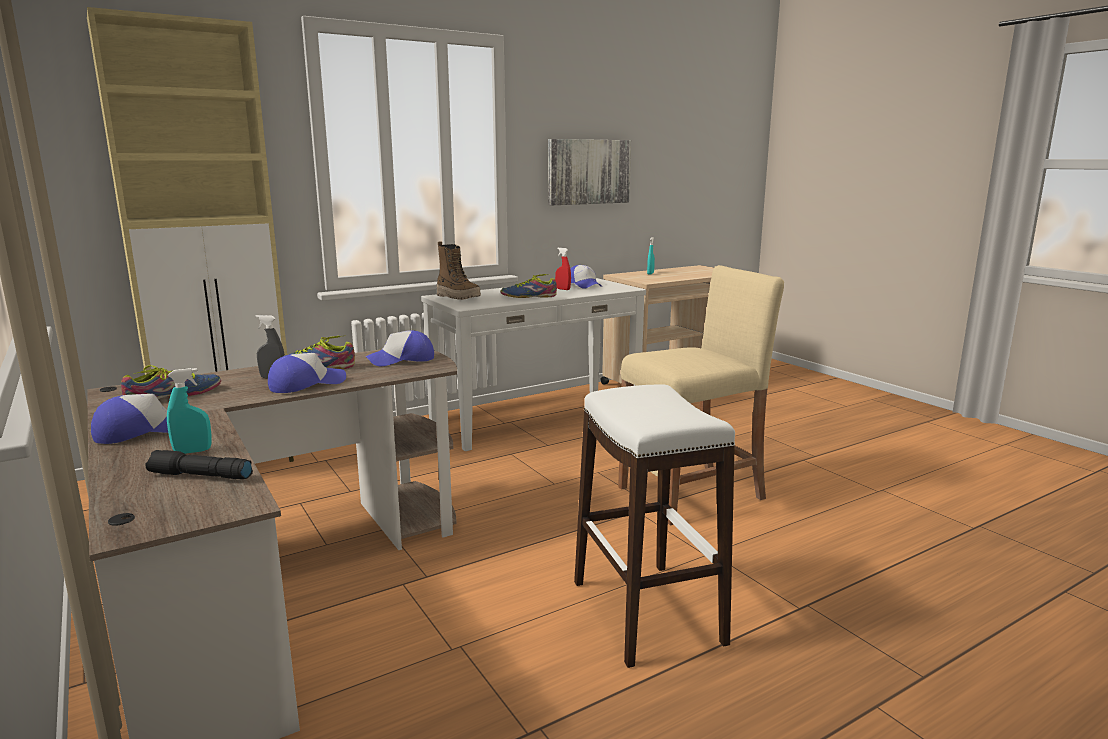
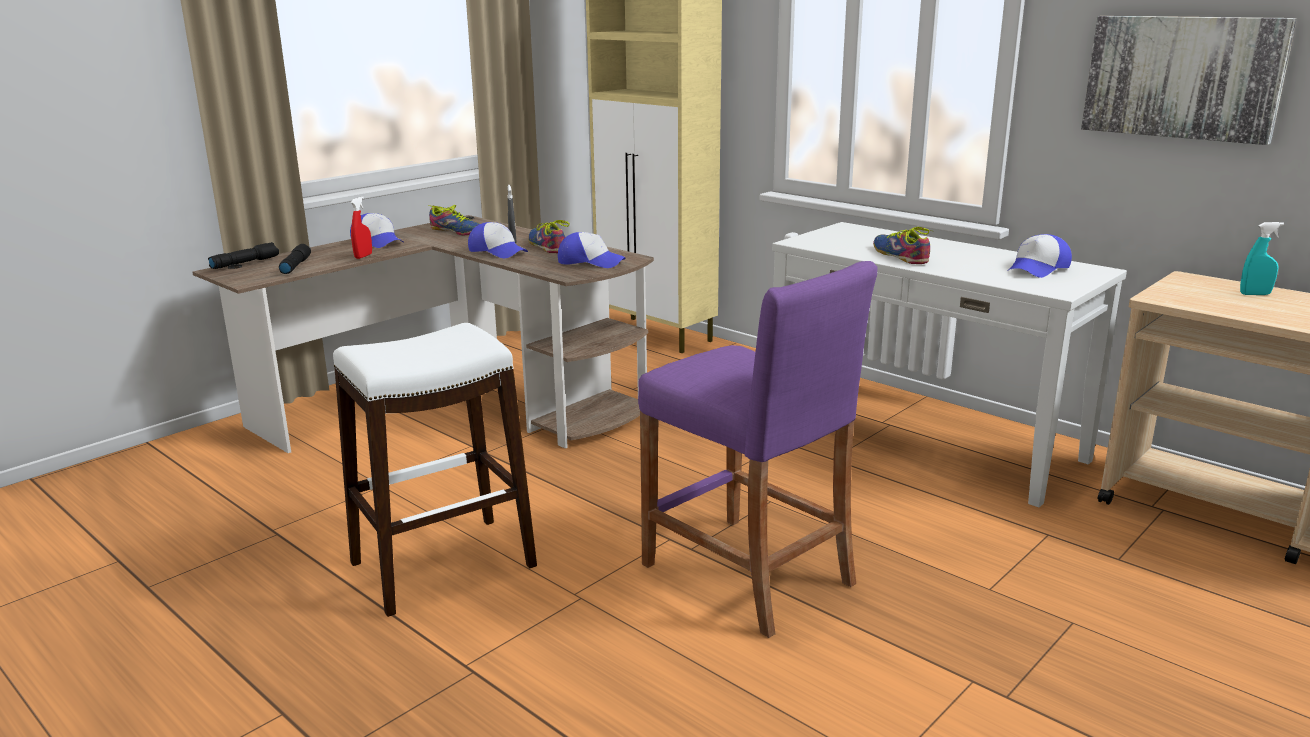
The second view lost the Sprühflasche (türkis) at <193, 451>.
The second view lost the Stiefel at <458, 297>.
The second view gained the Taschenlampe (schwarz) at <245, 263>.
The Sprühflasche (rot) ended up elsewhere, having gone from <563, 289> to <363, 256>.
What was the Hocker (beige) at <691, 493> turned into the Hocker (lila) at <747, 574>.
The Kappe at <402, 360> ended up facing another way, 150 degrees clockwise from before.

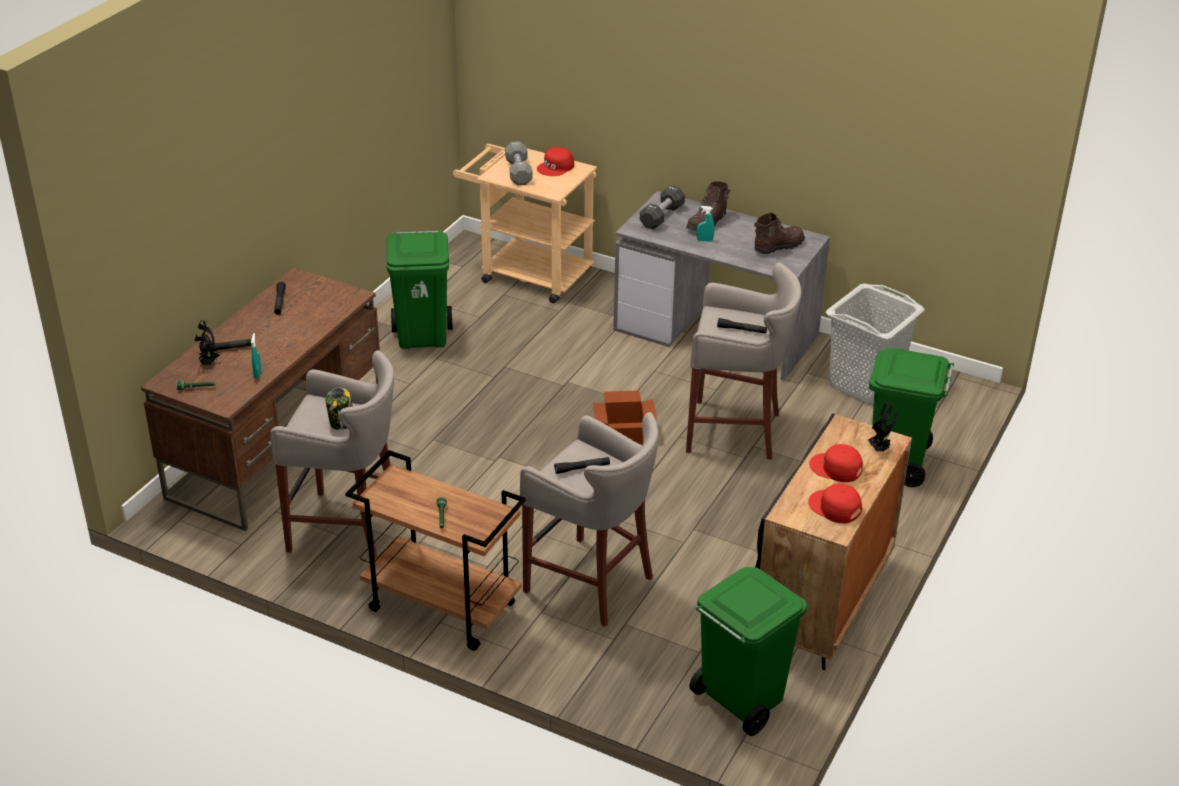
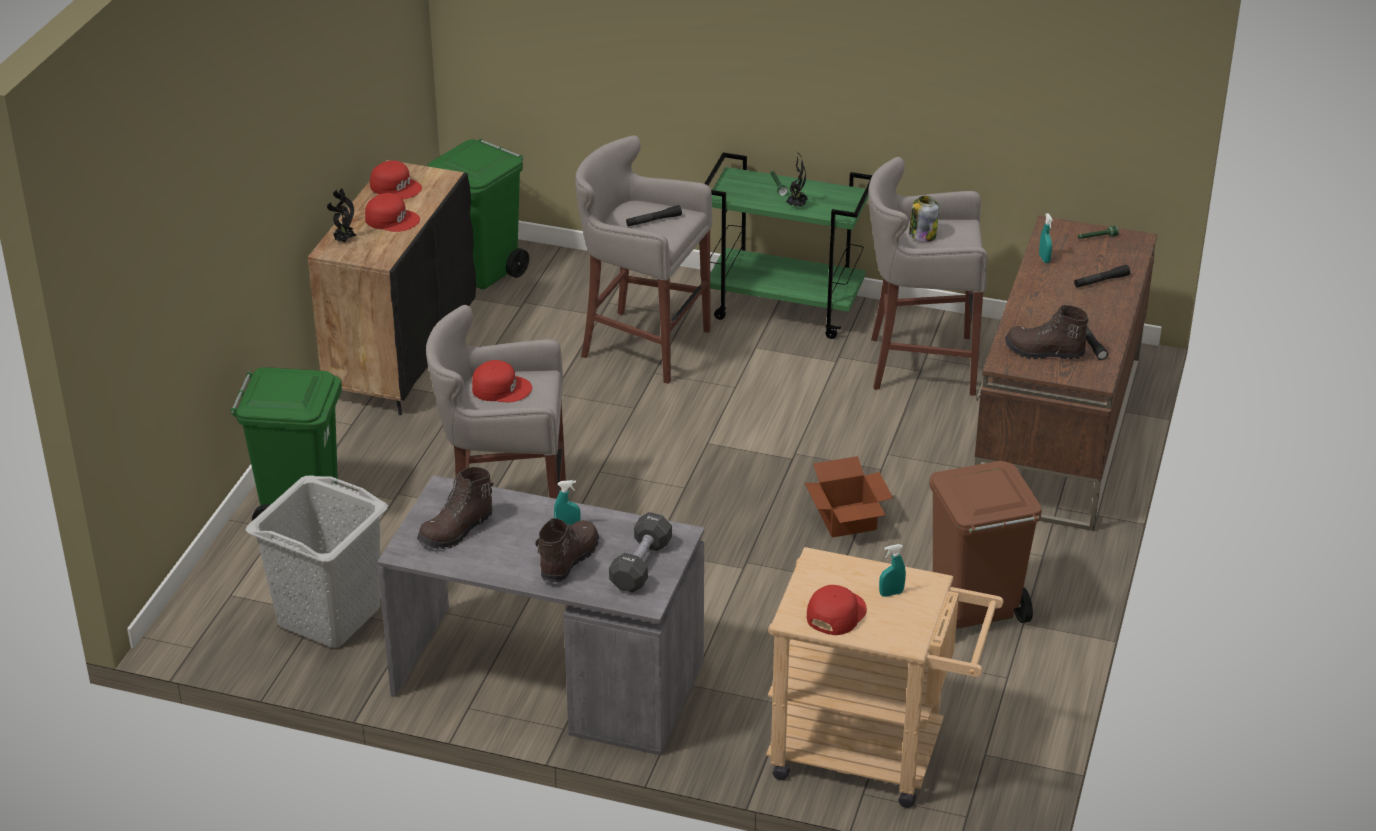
The second view gained the Stiefel (braun) at <1044, 352>.
The Topfpflanze ended up elsewhere, having gone from <208, 364> to <797, 205>.
The Karton ended up elsewhere, having gone from <624, 433> to <846, 521>.
Where the Hantel (grau) stood at <518, 172>, the Sprühflasche (türkis) came to stand at <891, 593>.
Where the Taschenlampe (schwarz) stood at <741, 330>, the Kappe (rot) came to stand at <501, 388>.
What was the Rollwagen (braun) at <440, 607> turned into the Rollwagen (grün) at <786, 308>.
What was the Mülleimer (grün) at <423, 336> turned into the Mülleimer (braun) at <973, 612>.

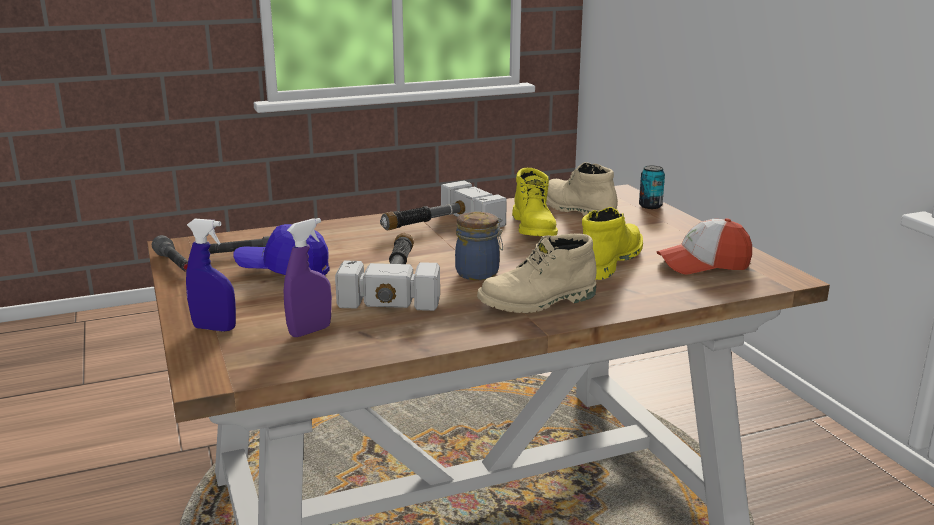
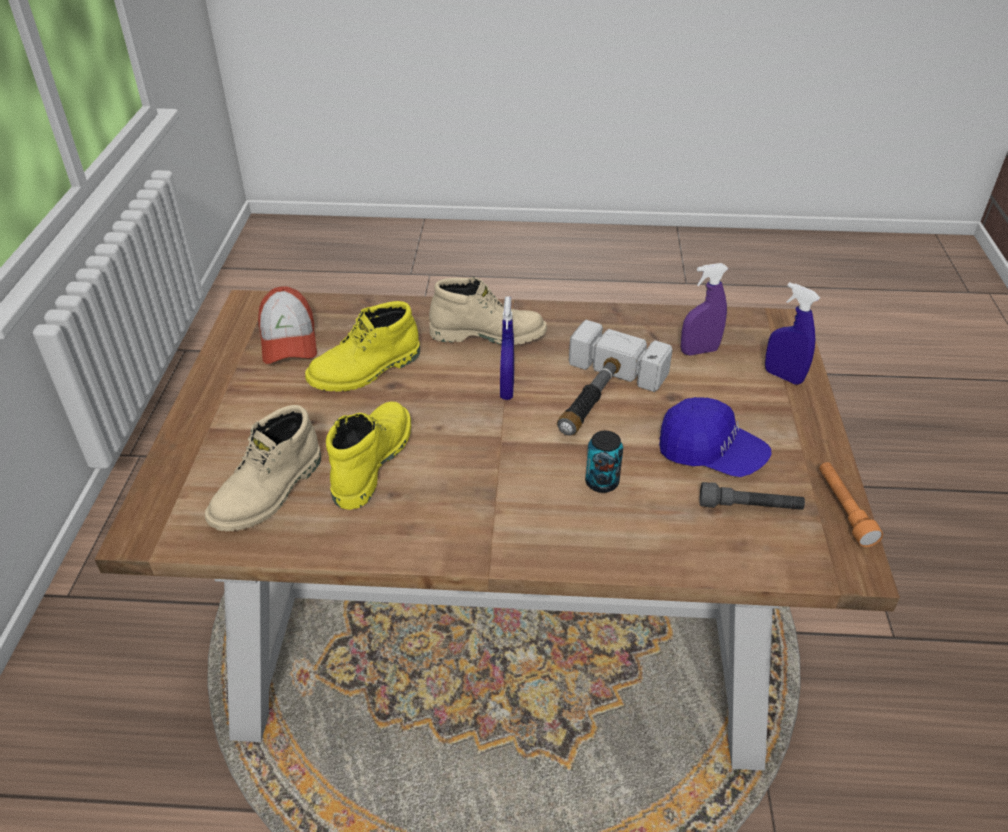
The second view lost the Hammer at <437, 226>.
The Dose ended up elsewhere, having gone from <650, 206> to <602, 482>.
Where the Vorratsglas stood at <479, 273>, the Sprühflasche (blau) came to stand at <507, 389>.
What was the Taschenlampe (grau) at <174, 264> turned into the Taschenlampe (orange) at <843, 509>.
The Stiefel (beige) at <577, 210> ended up facing another way, 45 degrees clockwise from before.
The Kappe at <703, 264> ended up facing another way, 60 degrees clockwise from before.

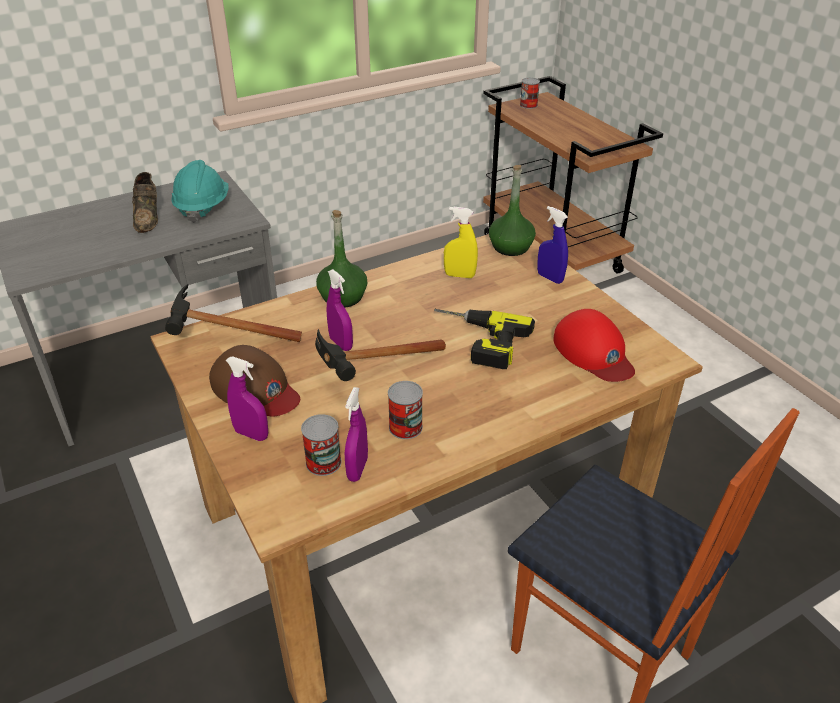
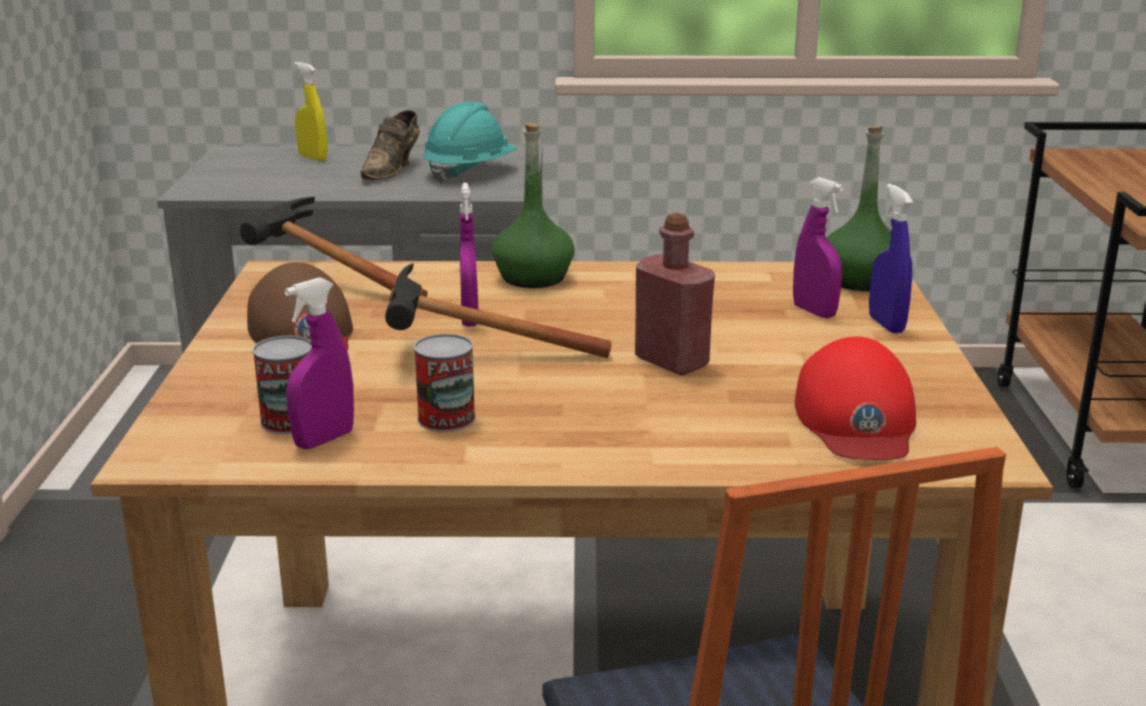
The second view lost the Dose at <528, 105>.
The Sprühflasche (lila) ended up elsewhere, having gone from <251, 434> to <814, 312>.
The Sprühflasche (gelb) ended up elsewhere, having gone from <459, 275> to <313, 157>.
Where the Bohrmaschine stood at <476, 341>, the Flasche (rot) came to stand at <671, 361>.

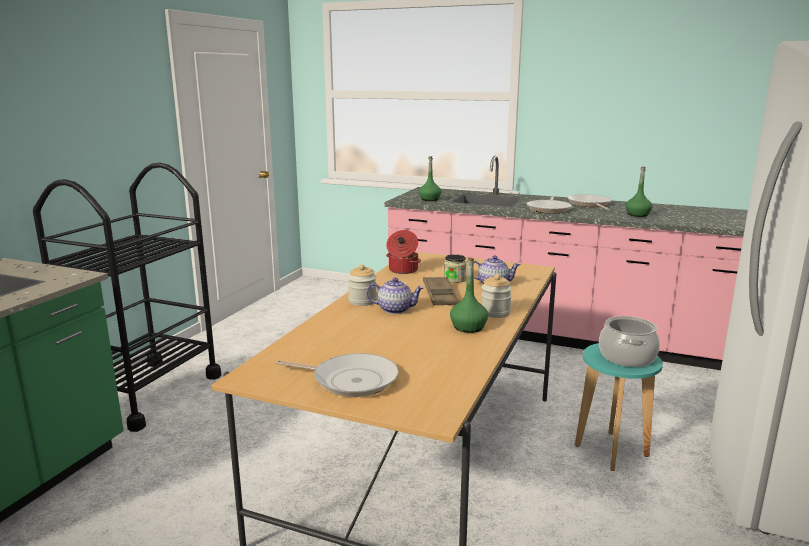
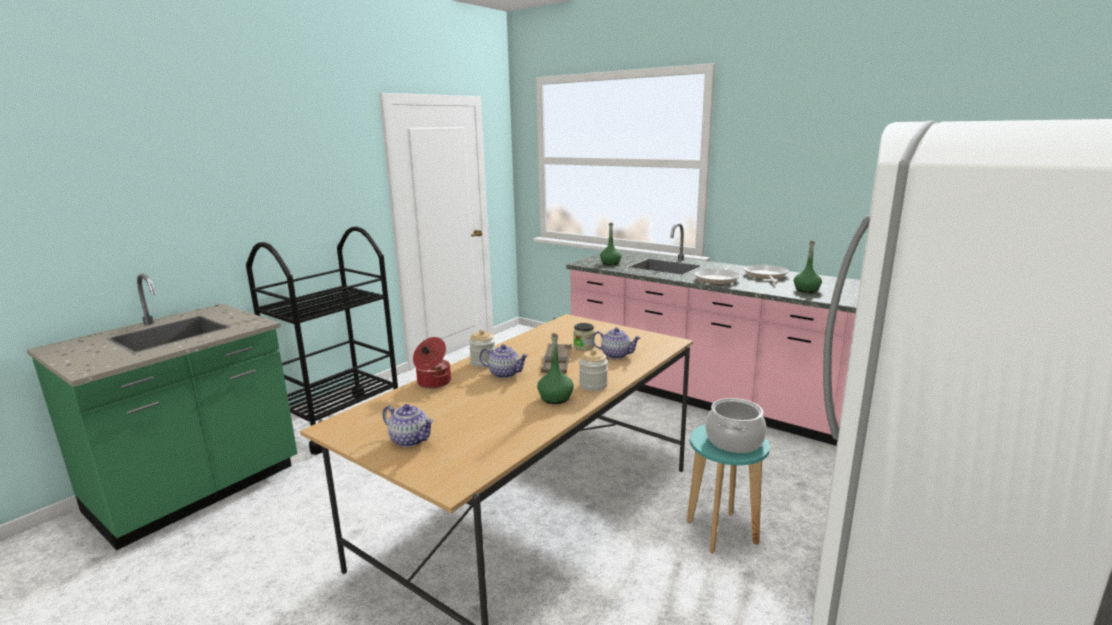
The Kochtopf ended up elsewhere, having gone from <402, 270> to <433, 383>.
Where the Pfanne stood at <351, 380>, the Teekanne came to stand at <411, 440>.

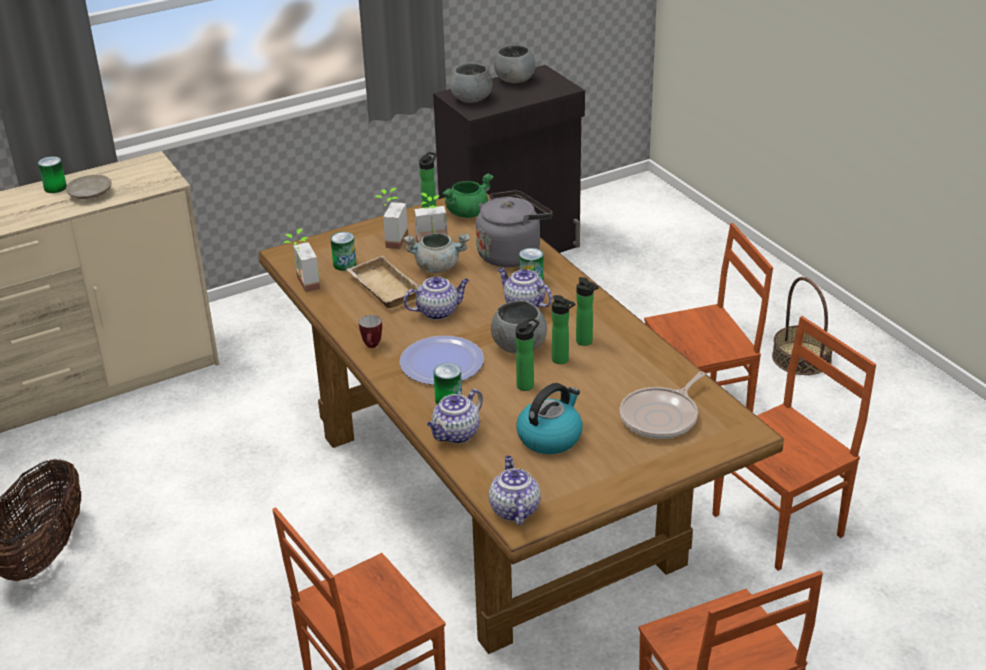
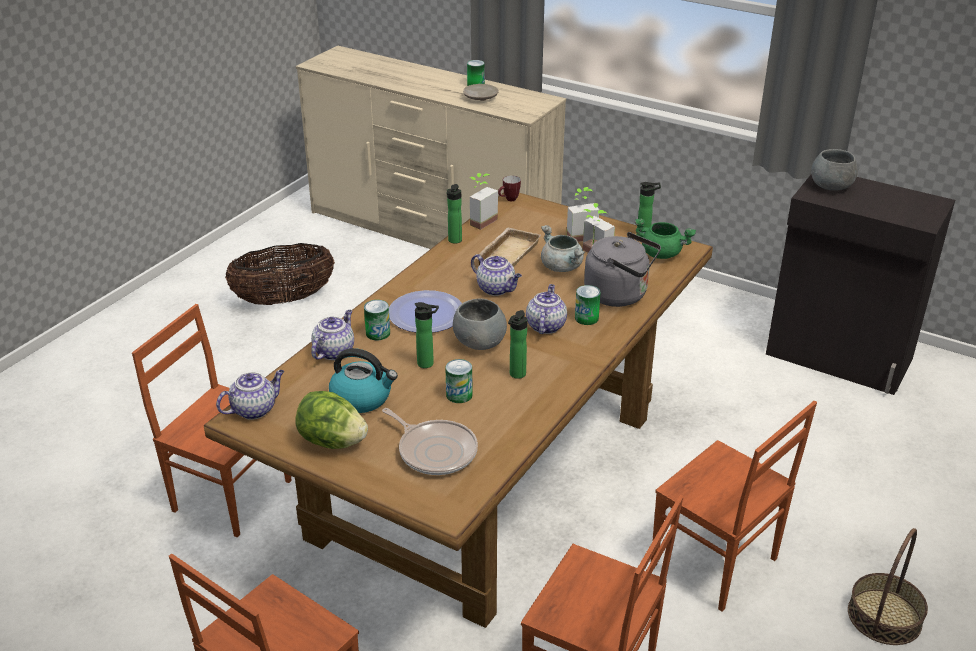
The second view lost the Schüssel (grau) at <514, 80>.
The second view gained the Salatkopf at <332, 442>.
The Dose ended up elsewhere, having gone from <344, 264> to <459, 395>.
The Henkelbecher ended up elsewhere, having gone from <372, 346> to <509, 200>.
The Flasche ended up elsewhere, having gone from <562, 360> to <454, 241>.
The Teekanne at <456, 435> ended up facing another way, 105 degrees clockwise from before.
The Pfanne at <661, 417> ended up facing another way, 150 degrees counterclockwise from before.

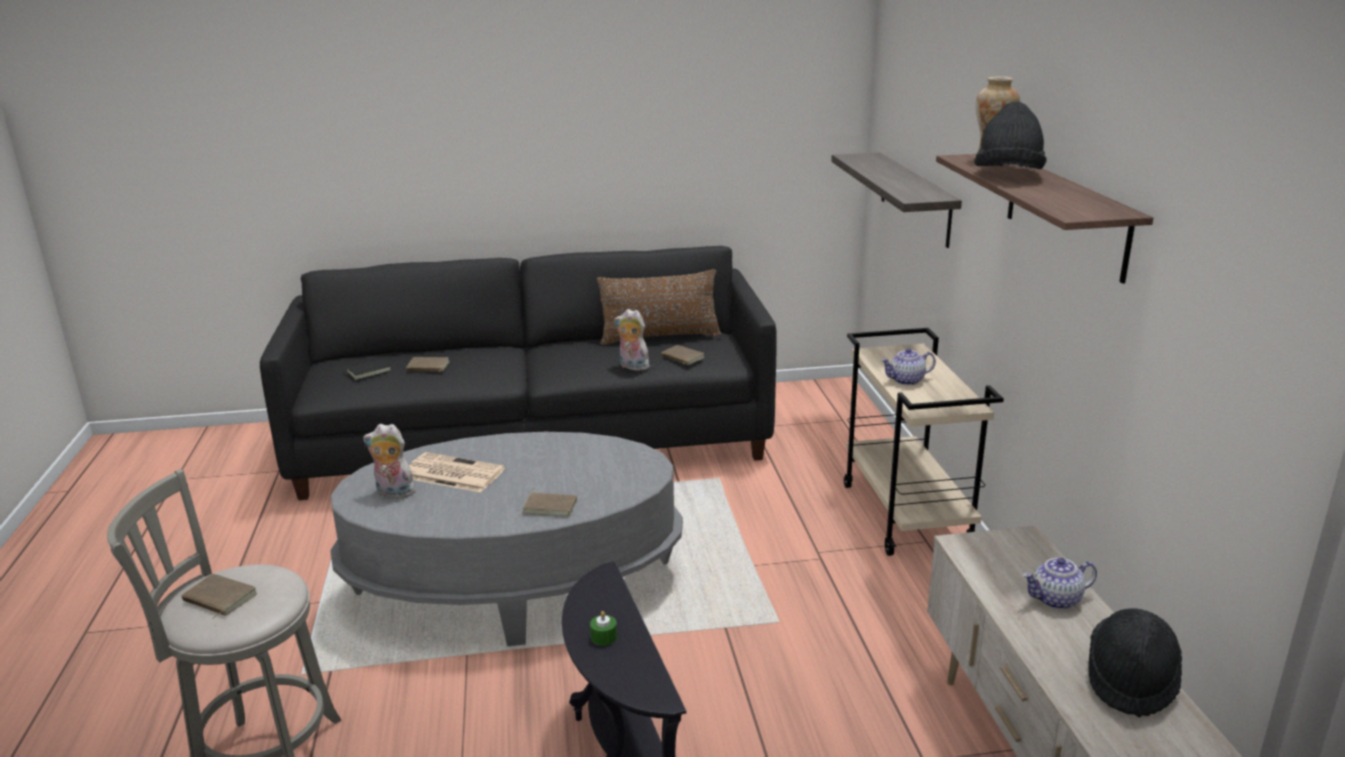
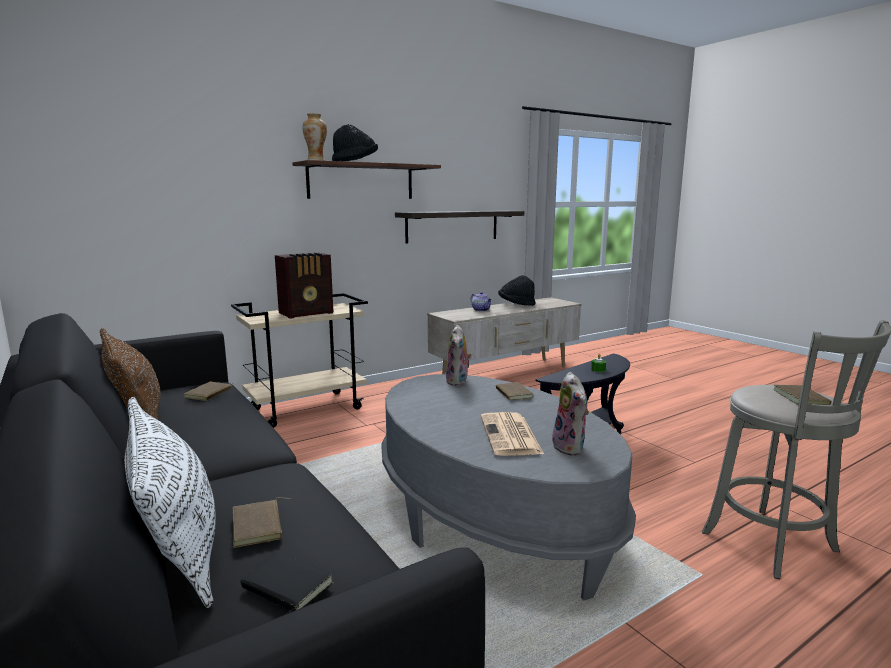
The second view gained the Kissen (weiß) at <176, 542>.
The Plüschtier ended up elsewhere, having gone from <632, 367> to <458, 382>.
The Wandregal ended up elsewhere, having gone from <915, 198> to <452, 226>.
Where the Teekanne stood at <906, 380>, the Radio came to stand at <307, 313>.

